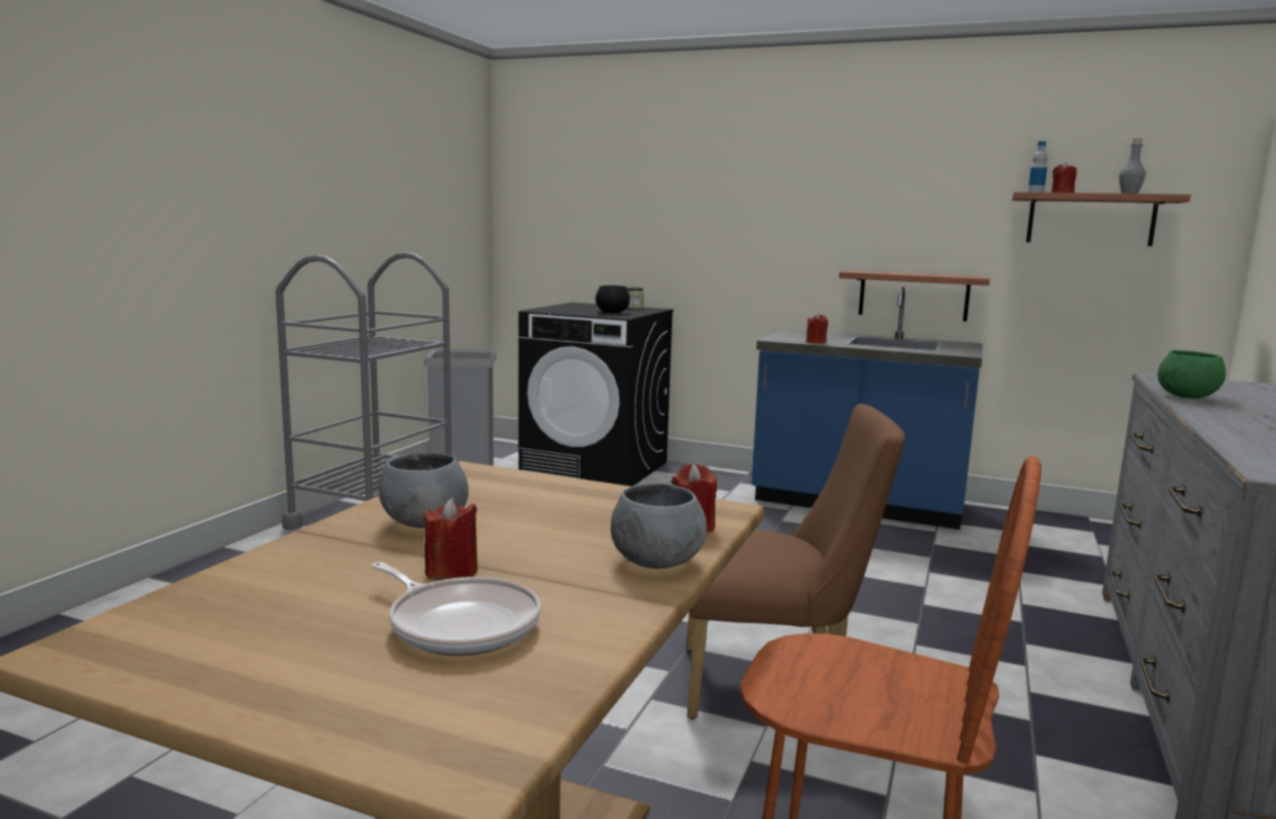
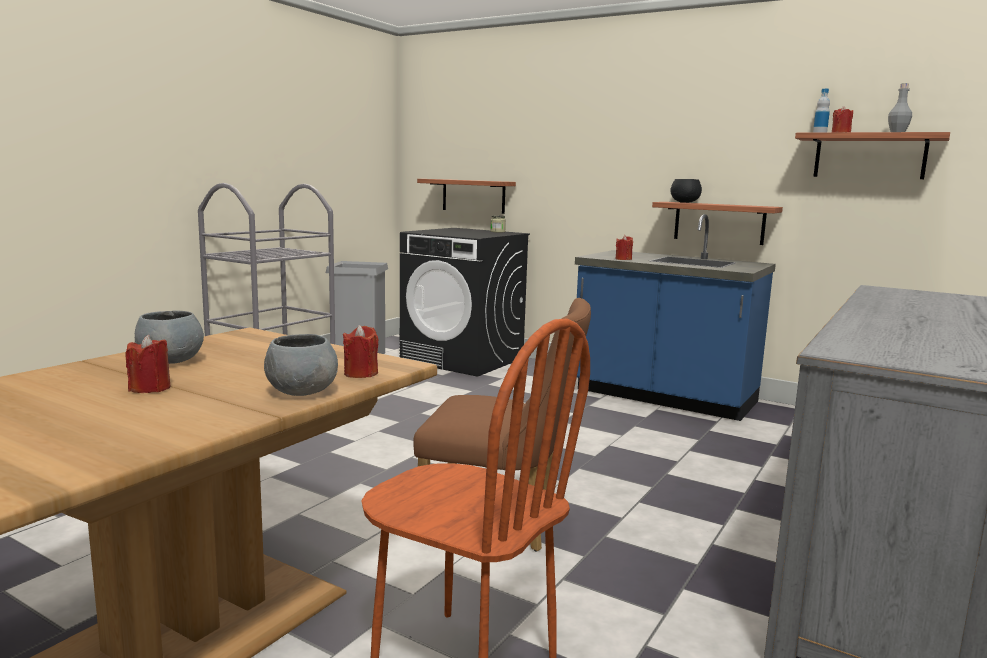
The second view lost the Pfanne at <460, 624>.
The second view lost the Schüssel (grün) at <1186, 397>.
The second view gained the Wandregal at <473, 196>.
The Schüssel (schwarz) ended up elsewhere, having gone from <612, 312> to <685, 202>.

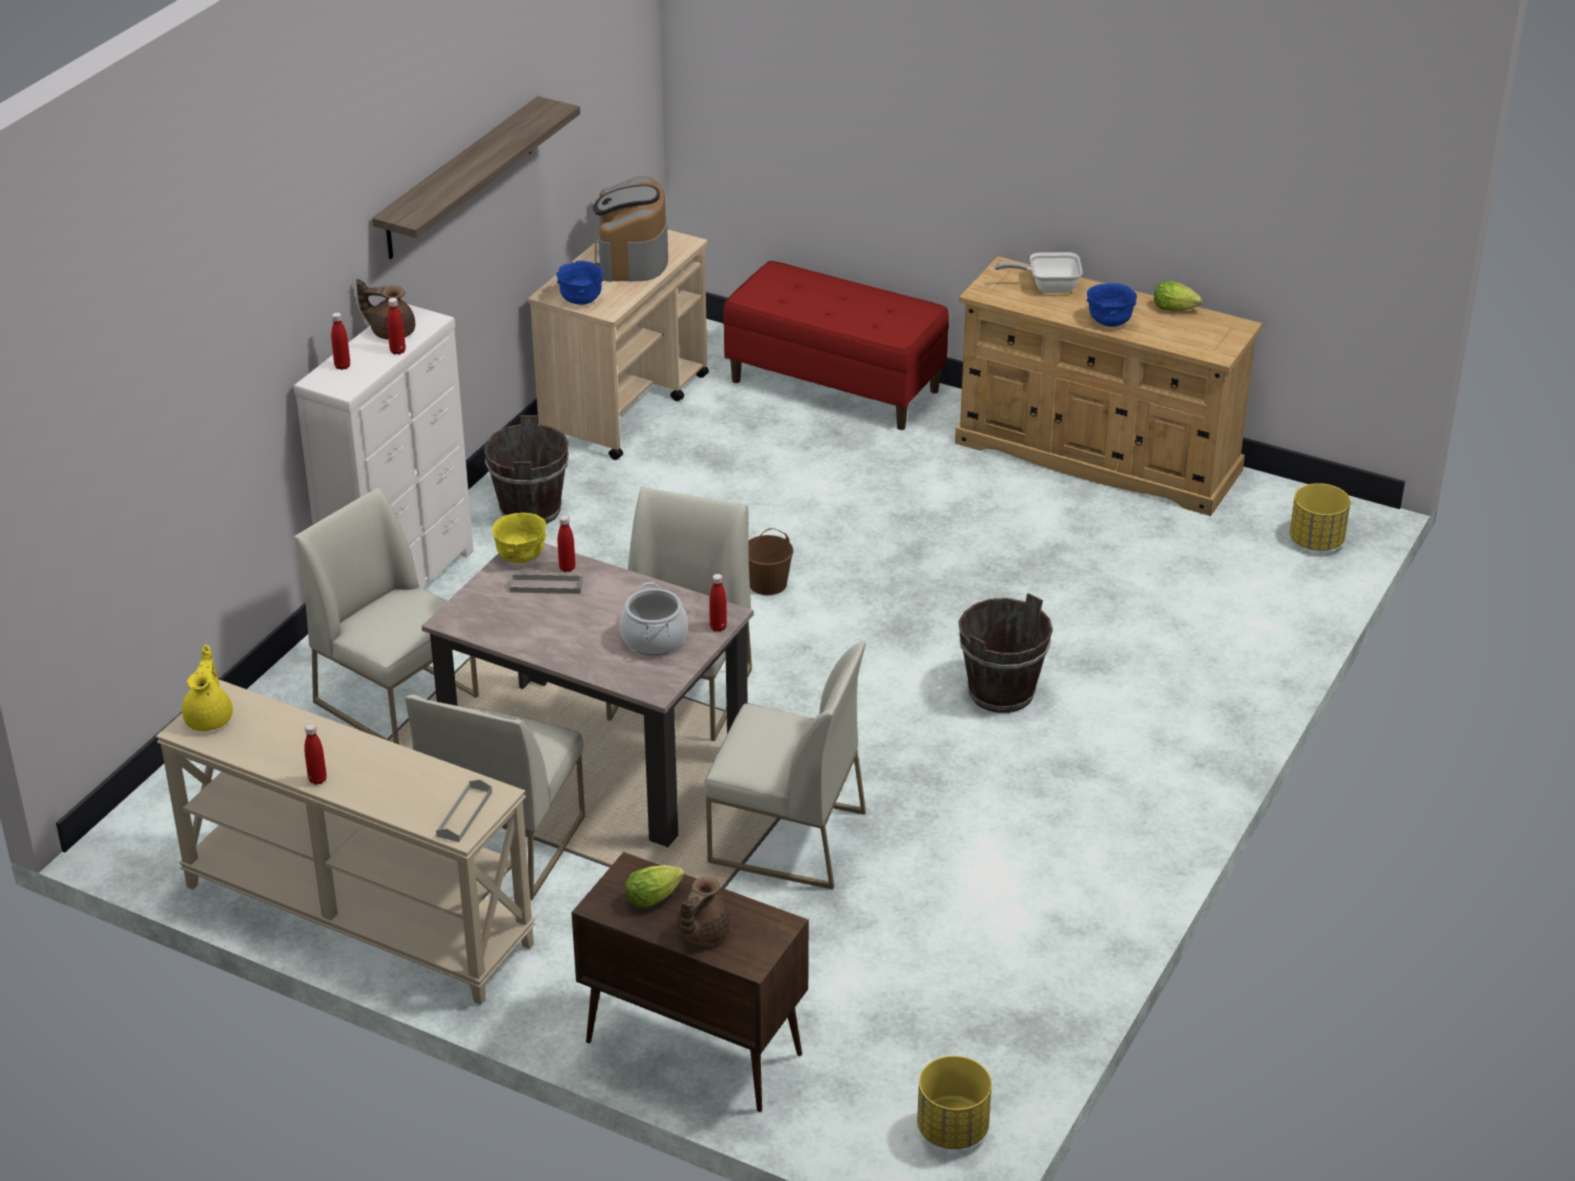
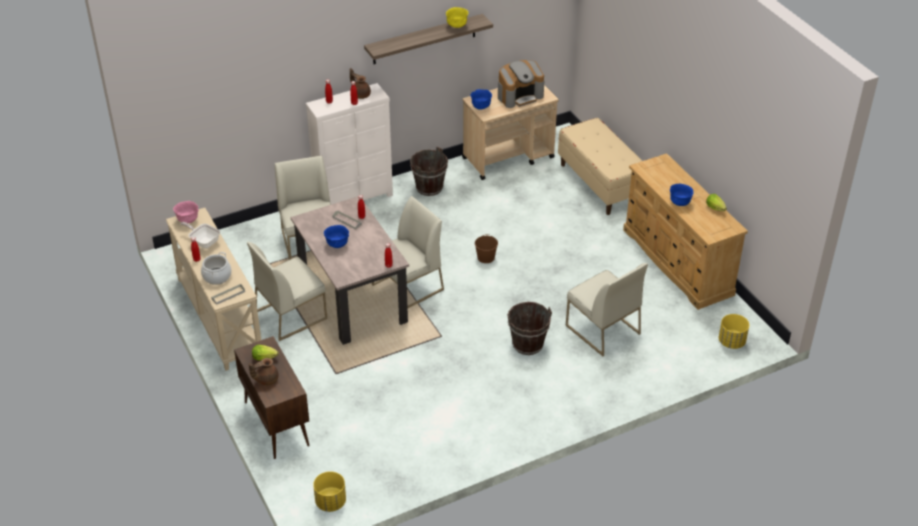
The second view gained the Schüssel (blau) at <337, 244>.
The Schüssel (gelb) ended up elsewhere, having gone from <521, 557> to <457, 25>.
The Kochtopf ended up elsewhere, having gone from <654, 639> to <217, 276>.
The Stuhl (weiß) ended up elsewhere, having gone from <785, 838> to <602, 329>.
The Pfanne ended up elsewhere, having gone from <1047, 286> to <203, 242>.
Where the Teekanne (gelb) stood at <210, 718>, the Schüssel (rosa) came to stand at <187, 220>.
What was the Bank (rot) at <835, 385> turned into the Bank (beige) at <600, 184>.
The Kaffeemaschine at <631, 258> ended up facing another way, 150 degrees counterclockwise from before.

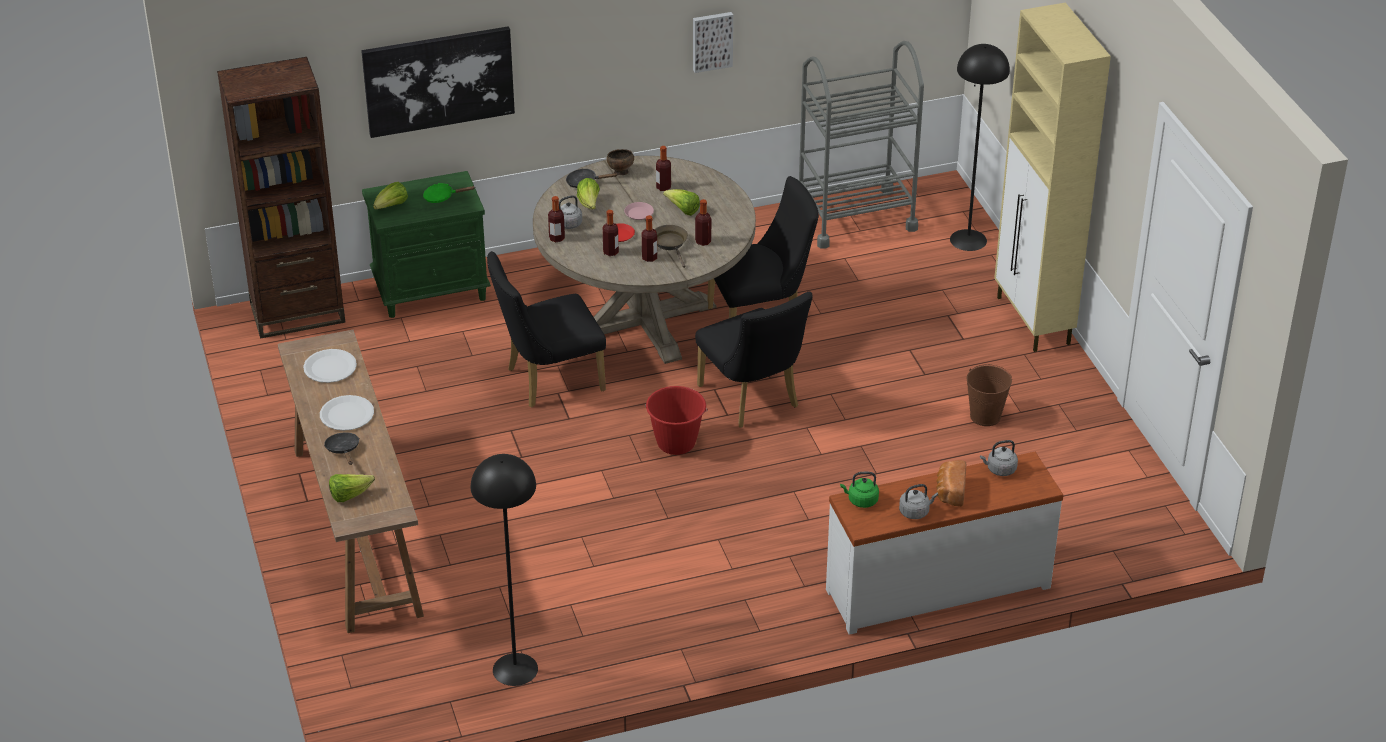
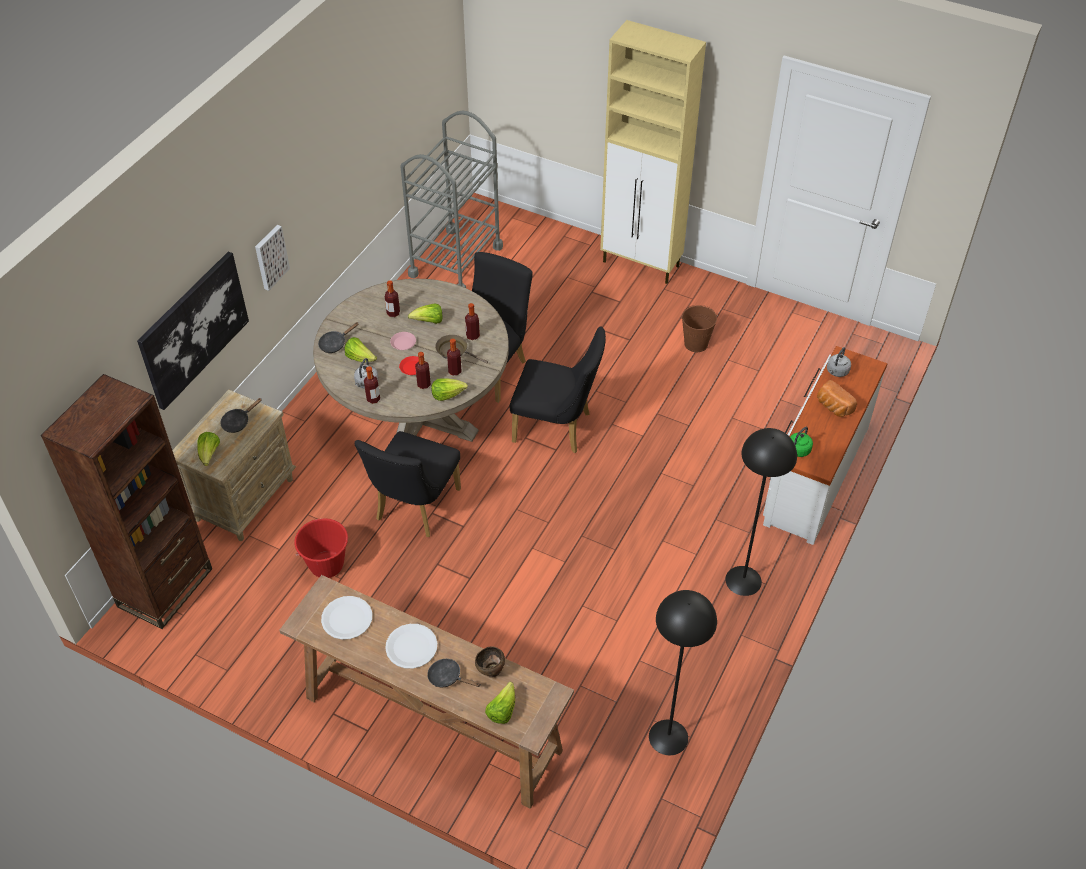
The second view lost the Wasserkessel (grau) at <915, 512>.
The second view gained the Salatkopf at <447, 394>.
The Schüssel (braun) ended up elsewhere, having gone from <620, 172> to <490, 671>.
The Eimer (rot) ended up elsewhere, having gone from <676, 443> to <327, 565>.
The Bild ended up elsewhere, having gone from <712, 41> to <270, 257>.
The Stehlampe (schwarz) ended up elsewhere, having gone from <968, 239> to <743, 580>.
What was the Nachttisch (grün) at <432, 290> turned into the Nachttisch (beige) at <244, 498>.
What was the Pfanne (grün) at <442, 197> turned into the Pfanne (schwarz) at <238, 422>.

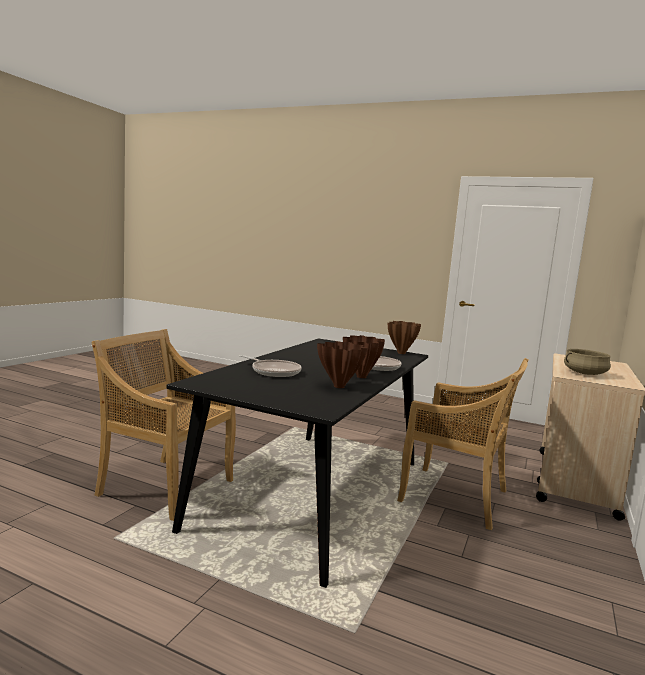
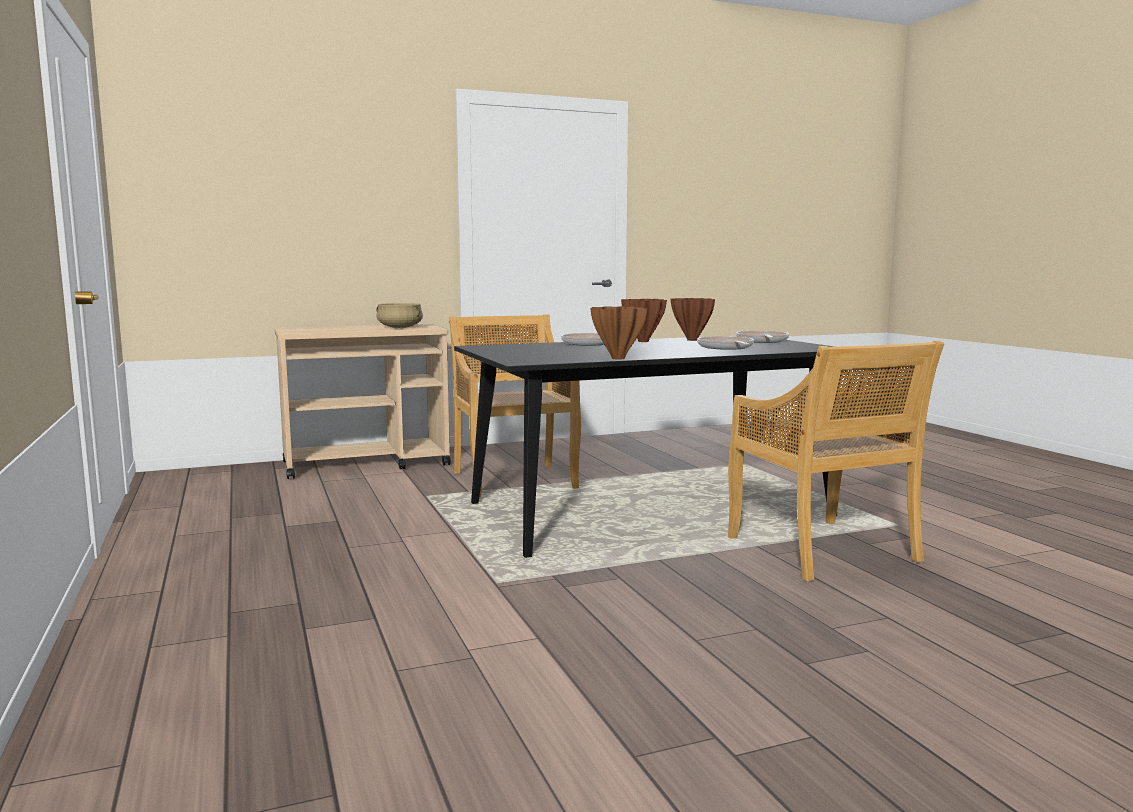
The second view gained the Pfanne at <762, 341>.
The Vase (braun) ended up elsewhere, having gone from <402, 353> to <617, 358>.

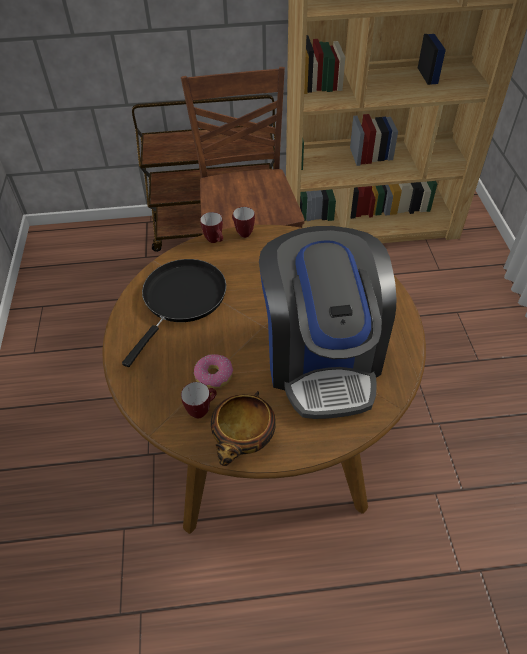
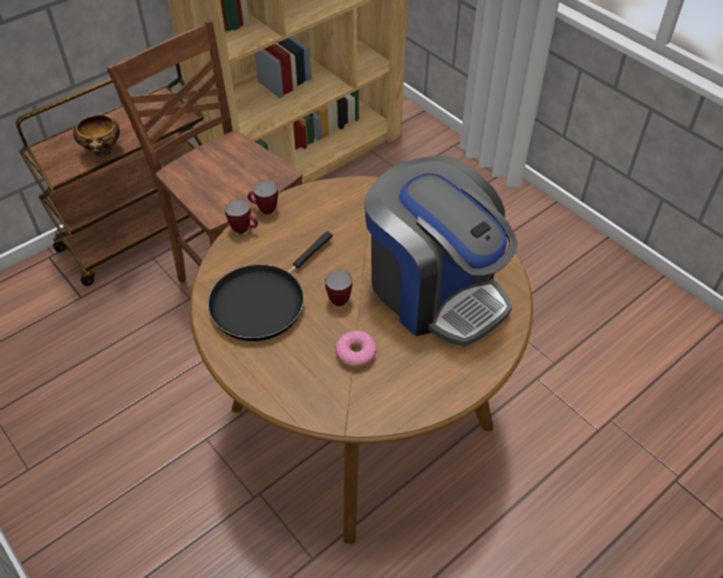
The Henkelbecher ended up elsewhere, having gone from <202, 410> to <340, 298>.
The Schüssel ended up elsewhere, having gone from <244, 443> to <103, 152>.
The Pfanne (schwarz) at <181, 300> ended up facing another way, 135 degrees counterclockwise from before.

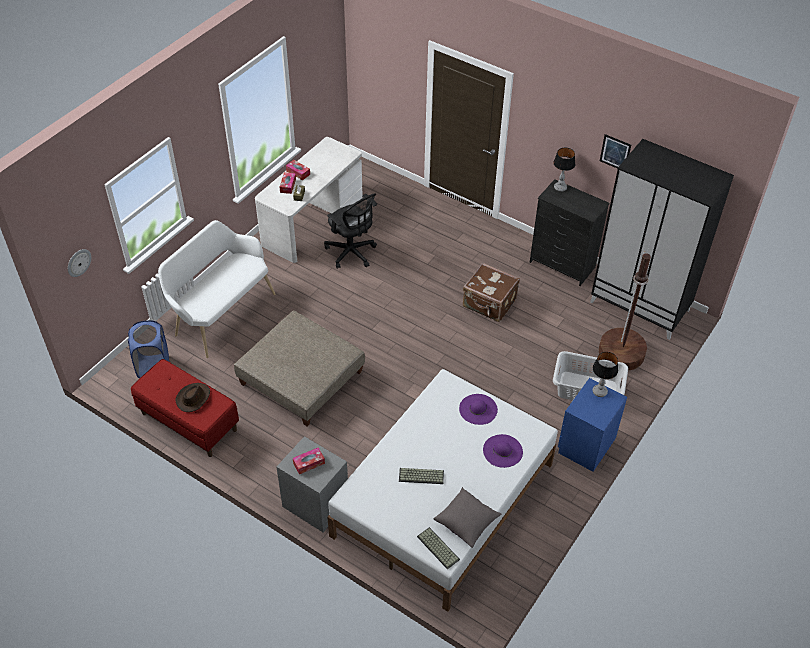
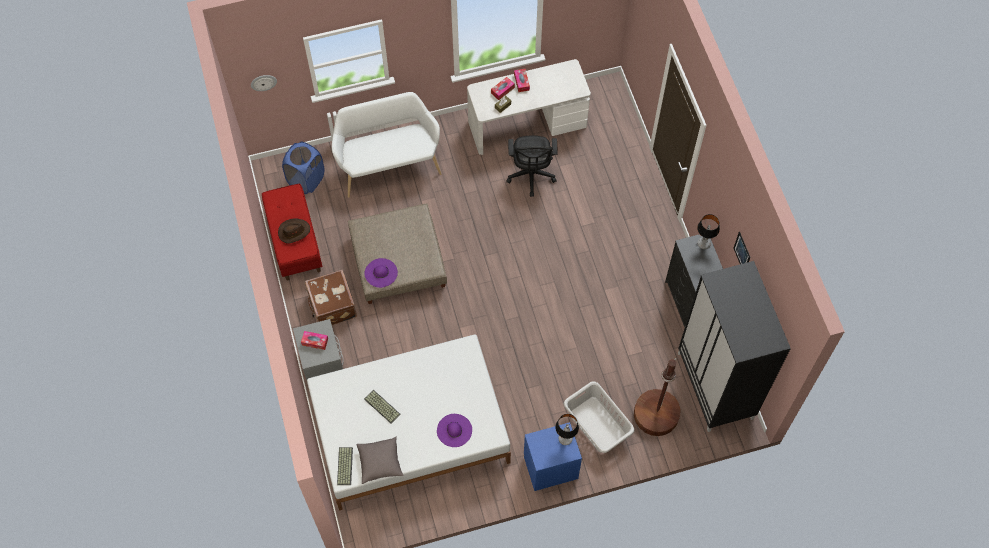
The Hut (lila) ended up elsewhere, having gone from <478, 409> to <381, 273>.
The Koffer (braun) ended up elsewhere, having gone from <489, 304> to <332, 306>.

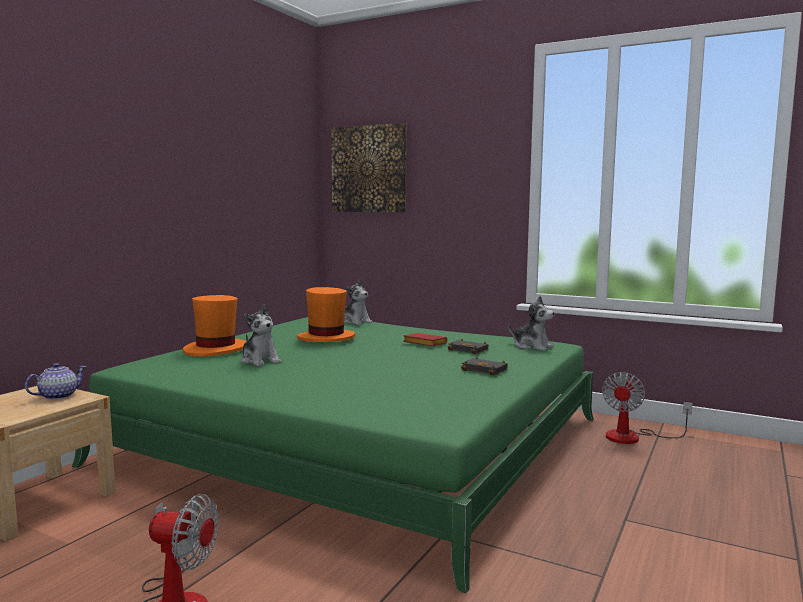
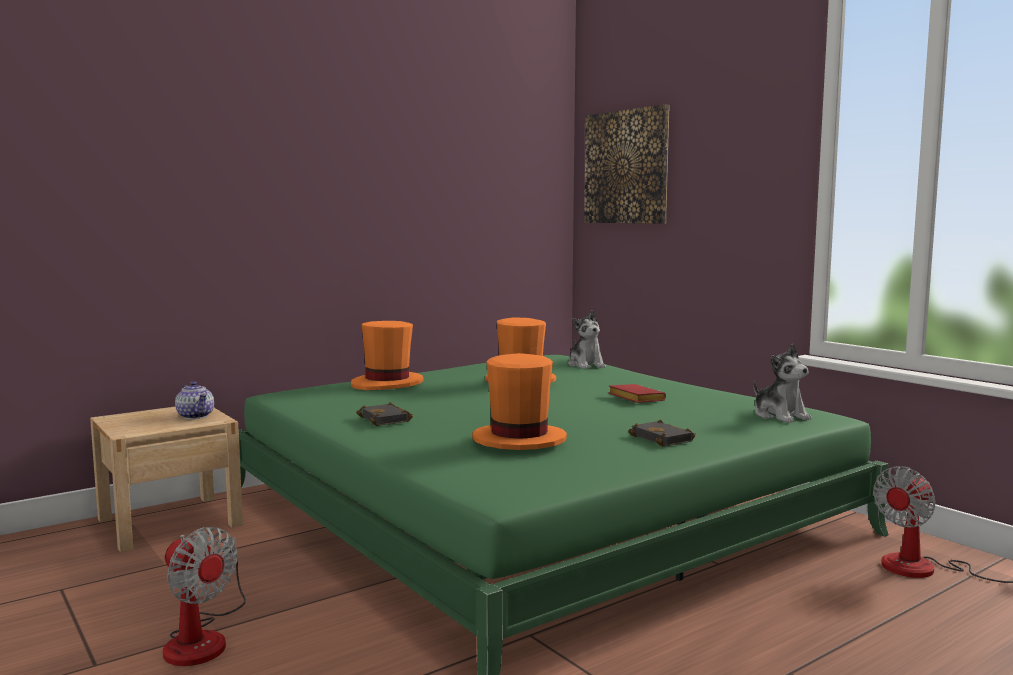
The second view lost the Plüschtier at <260, 361>.
The second view gained the Hut (orange) at <519, 440>.
The Buch (schwarz) ended up elsewhere, having gone from <469, 350> to <387, 419>.
The Teekanne at <57, 396> ended up facing another way, 75 degrees clockwise from before.

